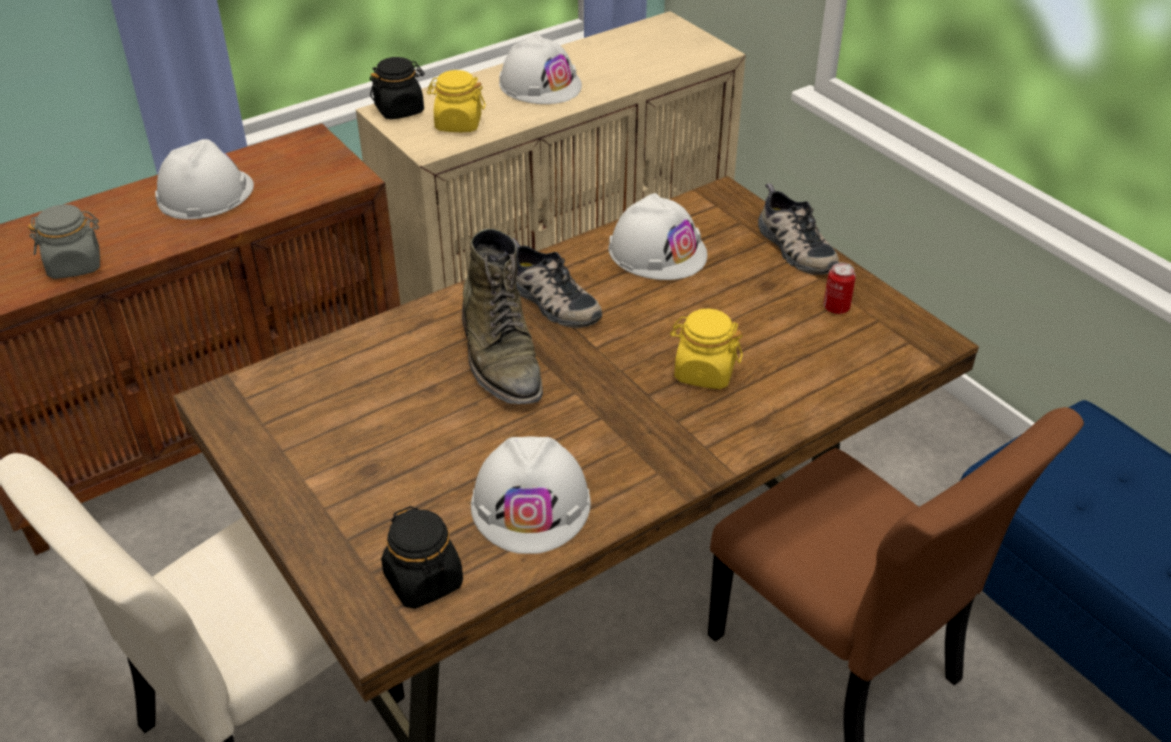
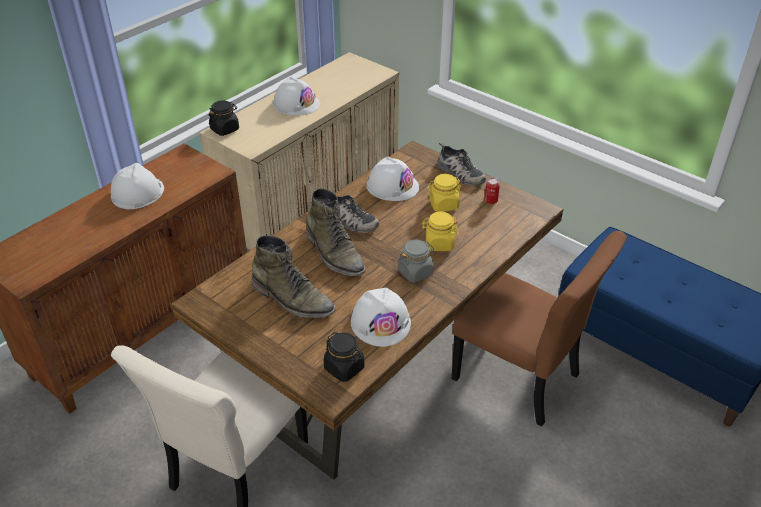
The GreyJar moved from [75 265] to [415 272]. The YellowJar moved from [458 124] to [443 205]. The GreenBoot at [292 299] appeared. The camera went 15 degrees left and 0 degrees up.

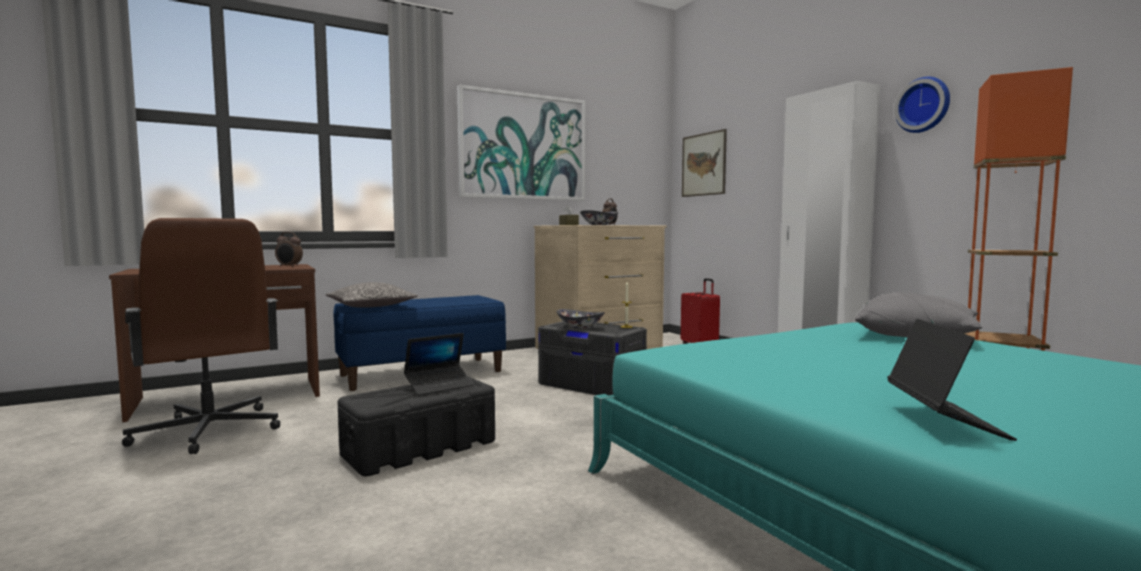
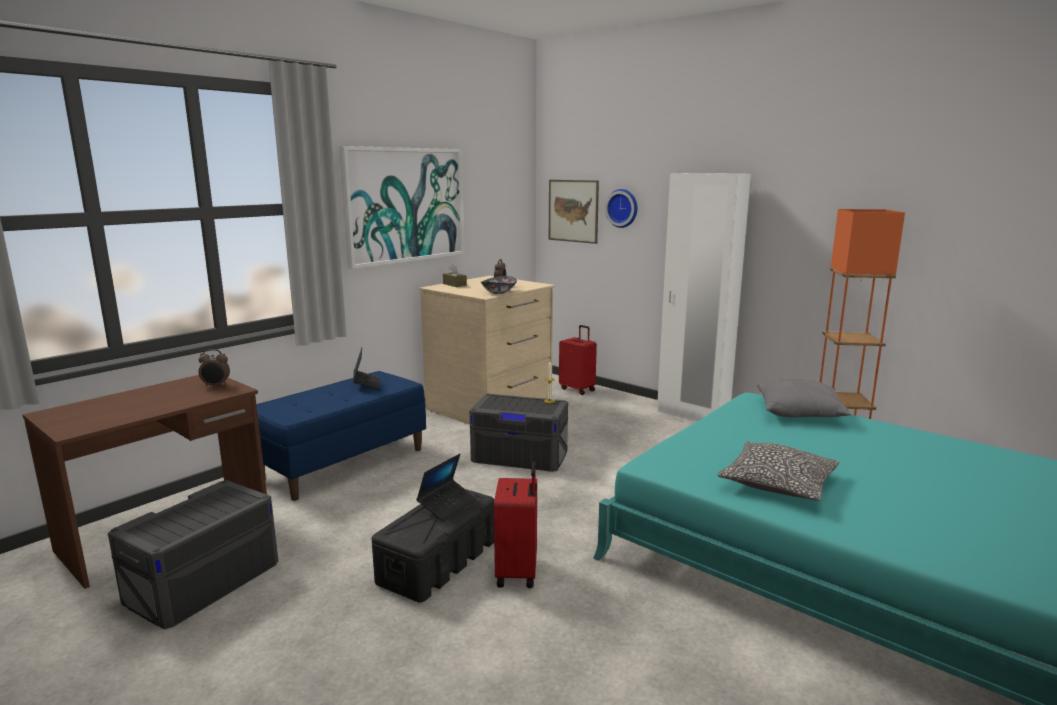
The BrownOfficeChair at [208 431] was replaced by the GreyStorageBox at [203 581]. The Pillow moved from [371 307] to [778 483]. The Bowl at [580 327] disappeared. The Laptop moved from [944 419] to [366 384]. The WallClock moved from [924 105] to [623 208]. The RedSuitcase at [518 572] appeared. The camera went 20 degrees left and 10 degrees up.

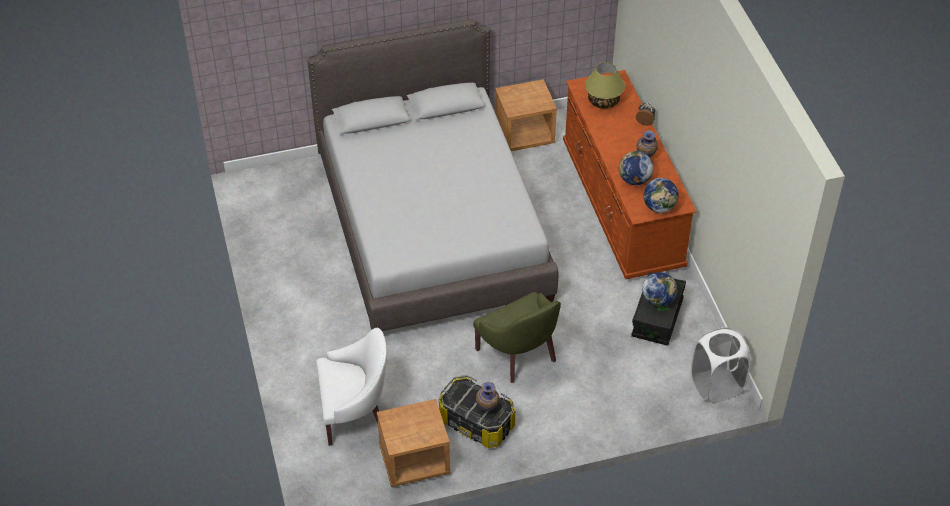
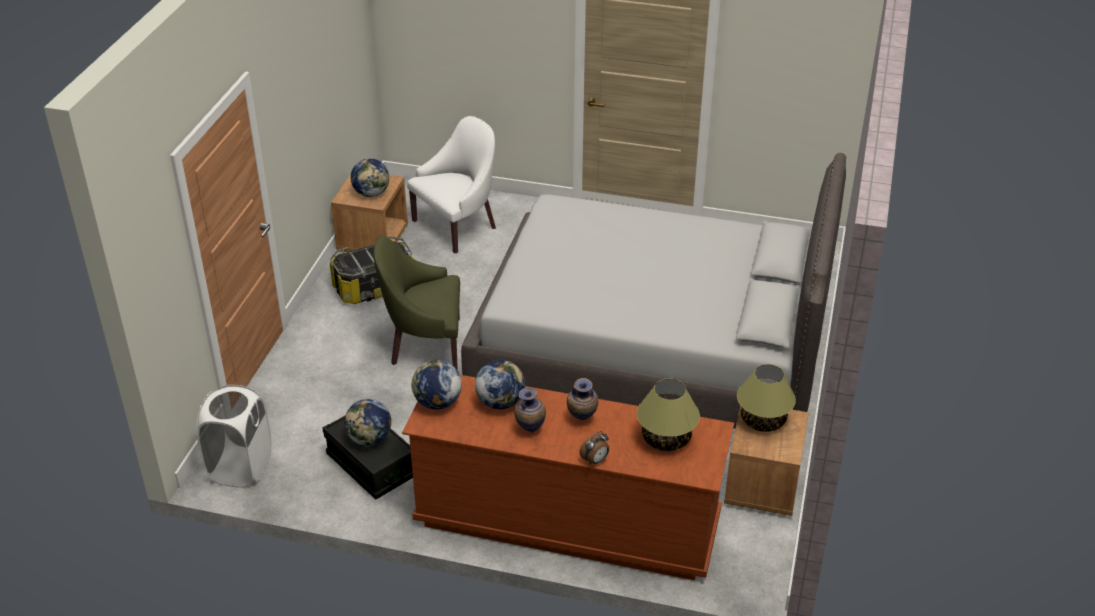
The WhiteArmchair at [354 412] turned 150 degrees counterclockwise. The Vase moved from [487 409] to [581 420]. The Globe at [371 193] appeared. The TableLamp at [763 421] appeared. The camera went 120 degrees right and 10 degrees down.

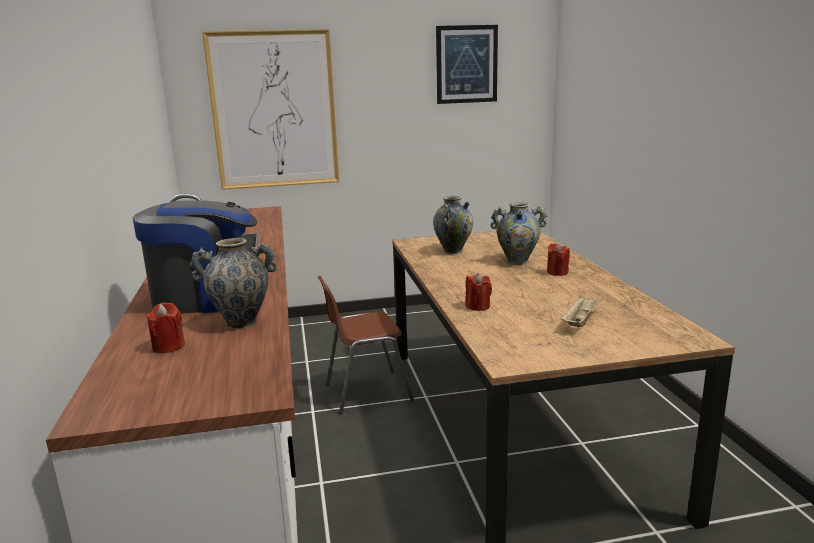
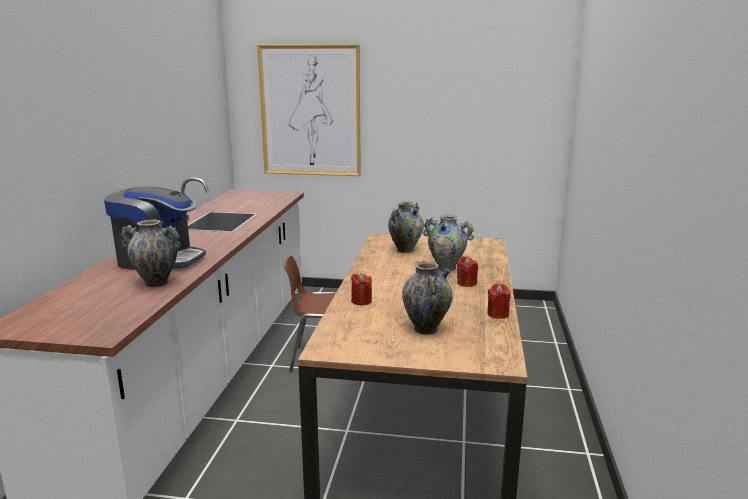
The RedCandle moved from [168 346] to [498 314]. The Picture at [466 64] disappeared. The BeigeTray at [580 321] was replaced by the Vase at [426 329]. The camera went 20 degrees right and 0 degrees up.

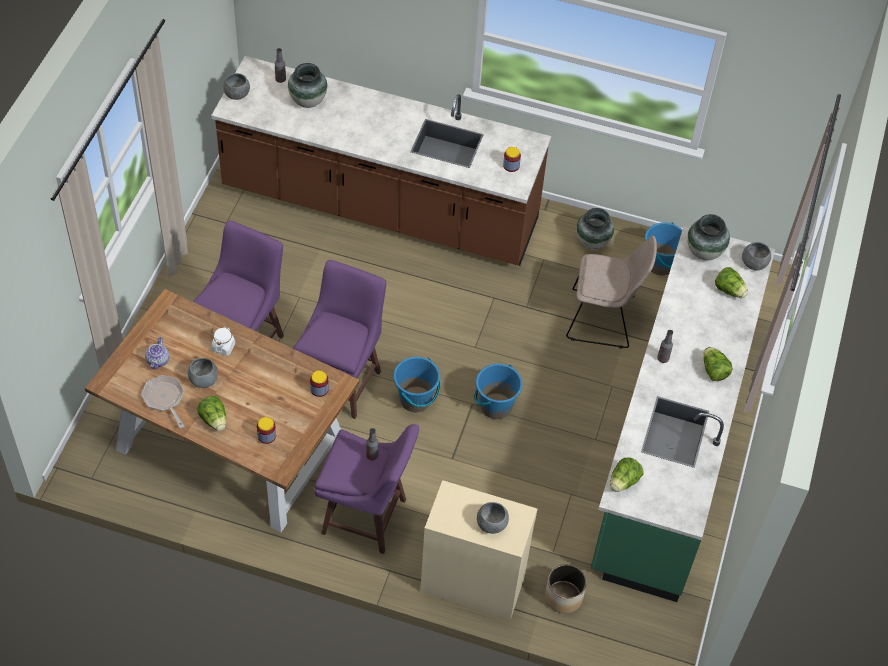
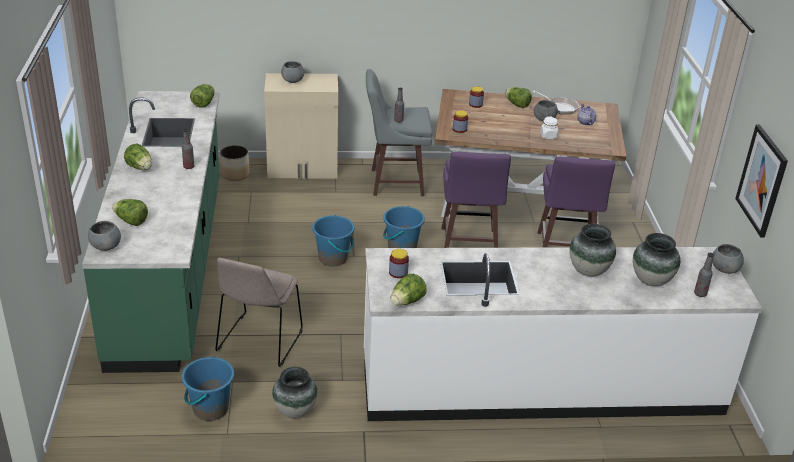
The BrownCounter at [380 206] became the WhiteCounter at [540 384]. The PurpleStool at [366 518] became the GreyStool at [395 182]. The BeigeChair at [603 319] turned 60 degrees counterclockwise. The Vase moved from [704 252] to [588 270]. The Lettuce at [407 302] appeared. The Picture at [762 180] appeared. The camera went 160 degrees right and 20 degrees down.

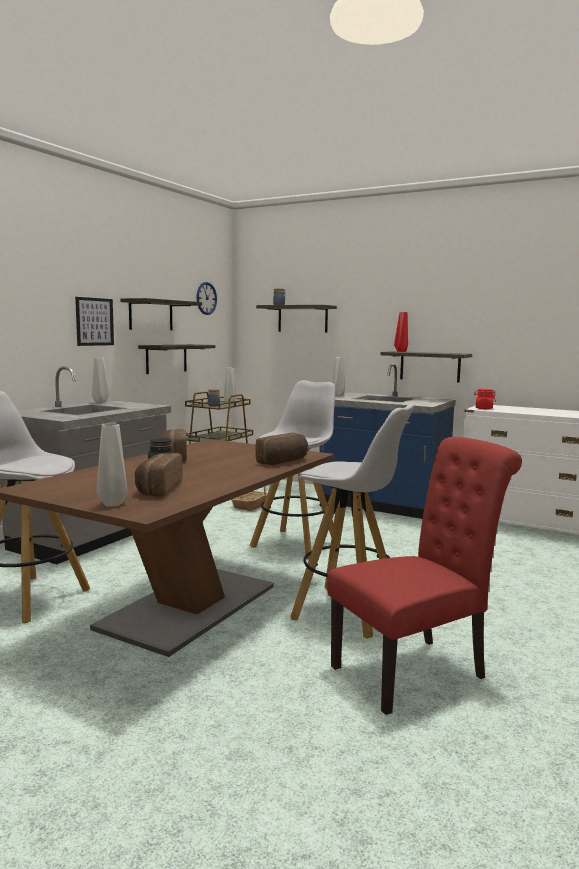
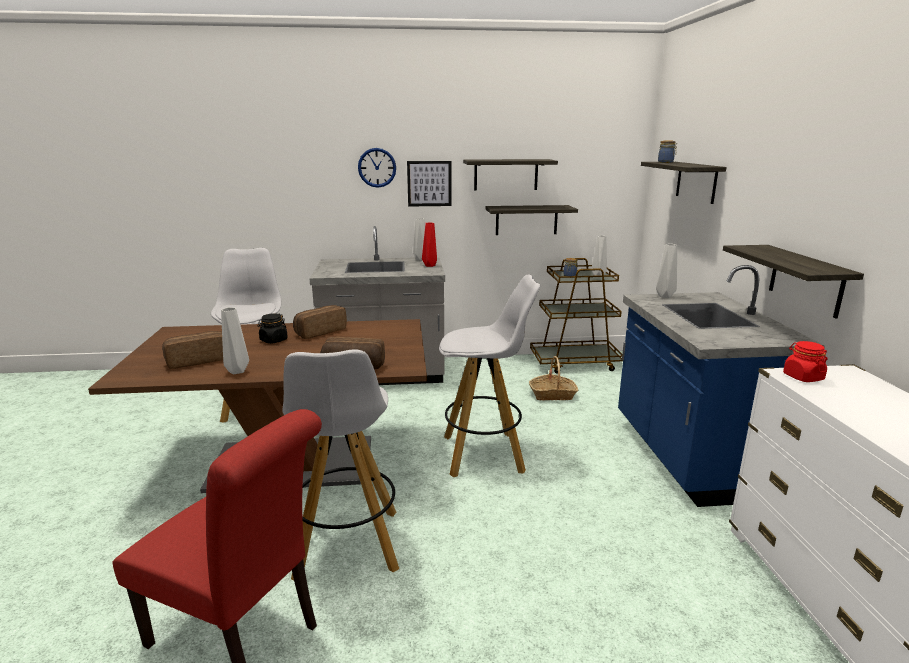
The GreyVase moved from [112 503] to [238 371]. The WallClock moved from [206 298] to [377 167]. The RedVase moved from [401 351] to [429 265]. The camera went 55 degrees right and 10 degrees up.

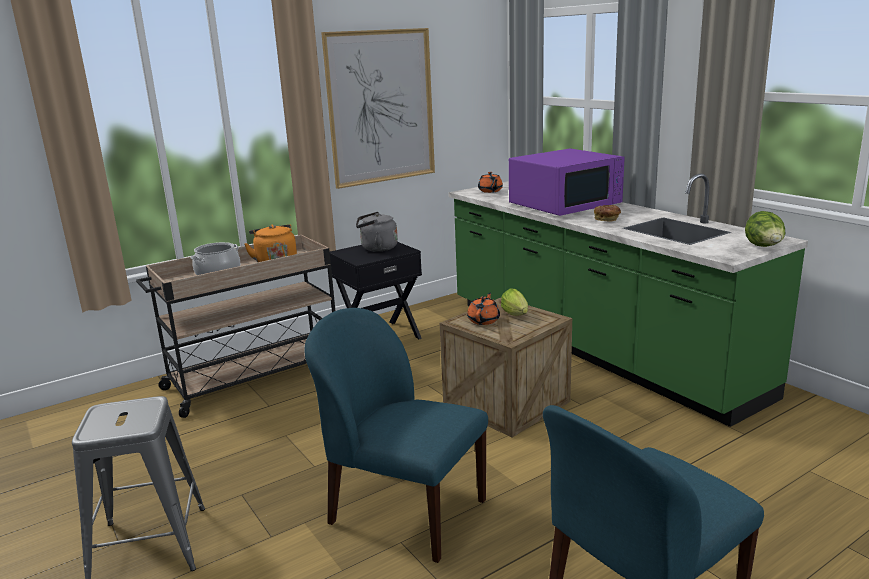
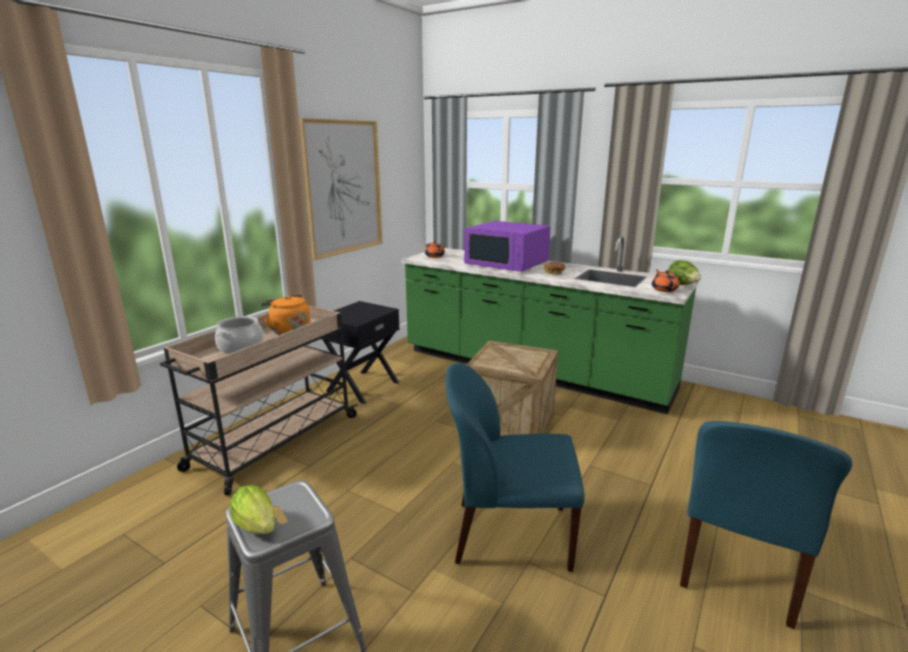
The GreyKettle at [376 248] disappeared. The OrangeTeapot moved from [484 320] to [664 289]. The Lettuce moved from [516 315] to [258 528]. The PurpleMicrowave at [565 204] turned 90 degrees clockwise. The camera went 25 degrees left and 0 degrees up.

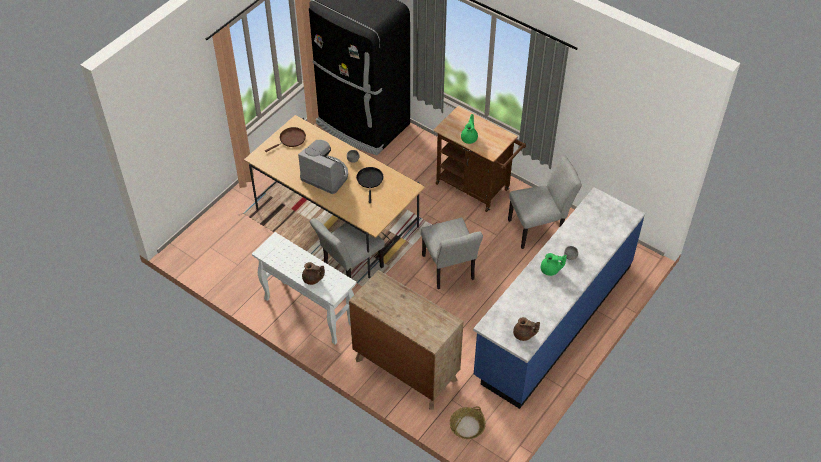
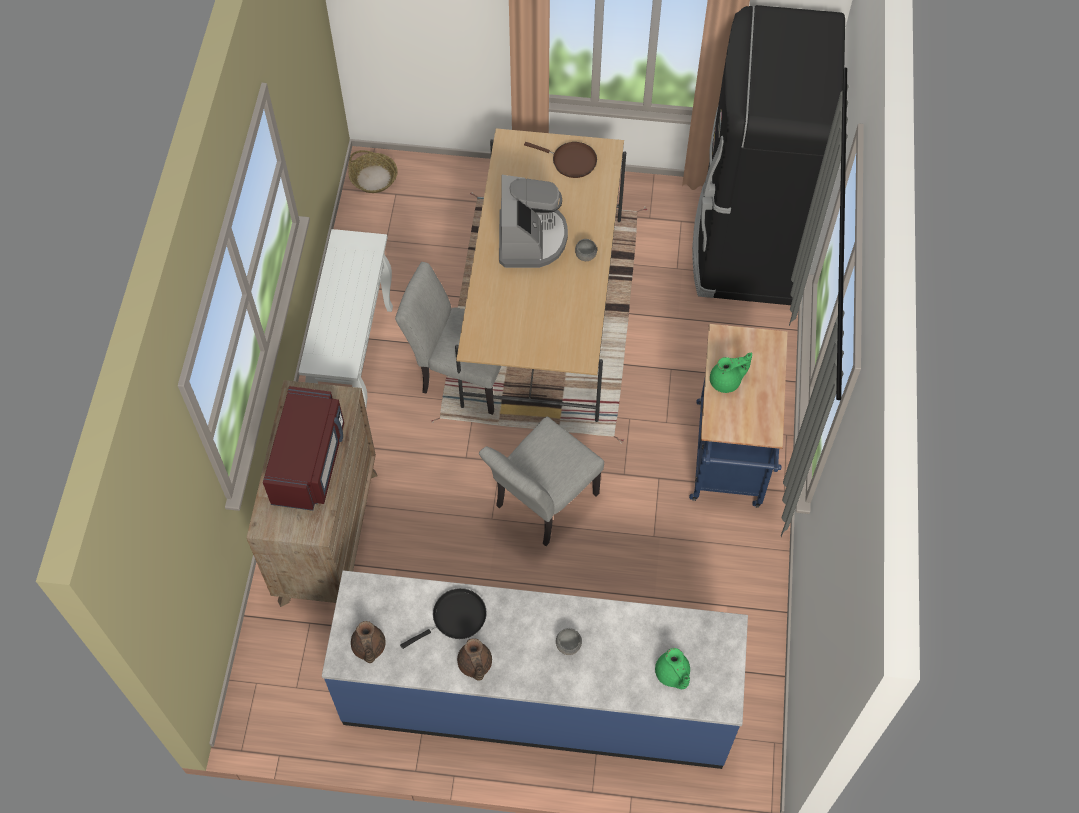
The BrownTeapot moved from [312 279] to [475 665]. The BlackFryingPan moved from [370 181] to [455 618]. The BrownCart at [476 188] became the BlueCart at [728 461]. The Basket moved from [467 426] to [374 178]. The GreyChair at [540 228] disappeared. The GreenTeapot moved from [550 270] to [672 674]. The RedMicrowave at [309 462] appeared. The camera went 60 degrees right and 10 degrees up.

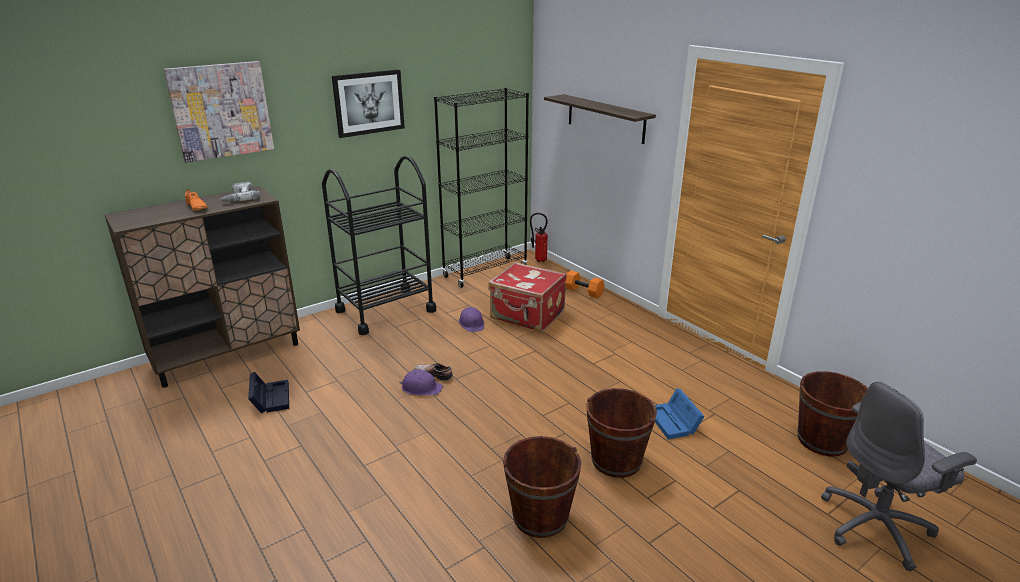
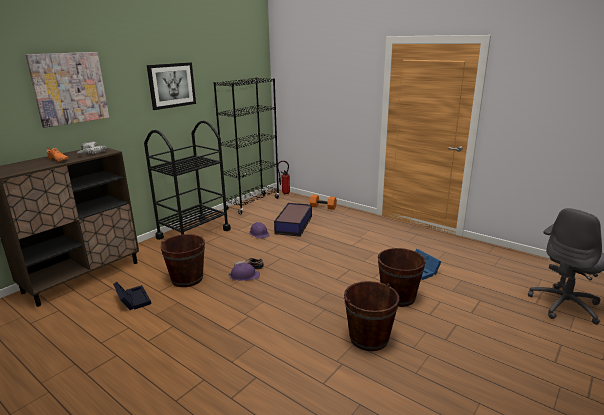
The RedSuitcase at [527 315] was replaced by the StorageBox at [294 224]. The Shelf at [605 118] disappeared. The BrownBucket moved from [822 440] to [187 279]. The camera went 15 degrees left and 5 degrees down.

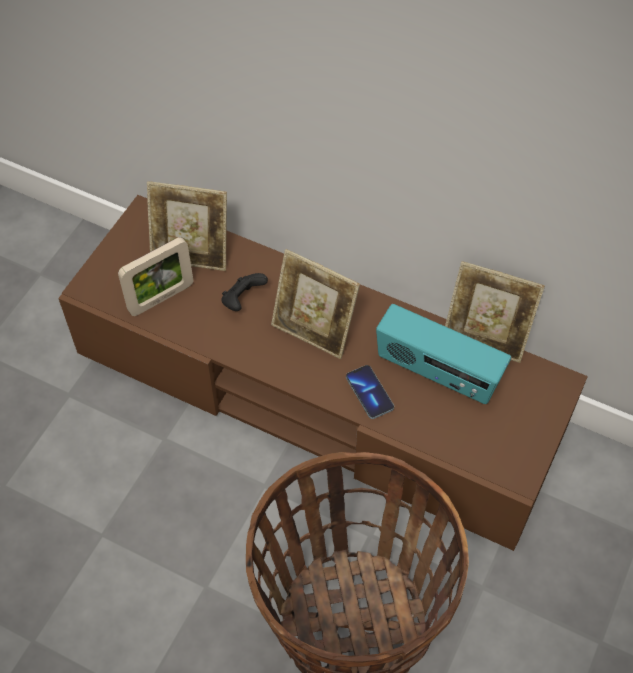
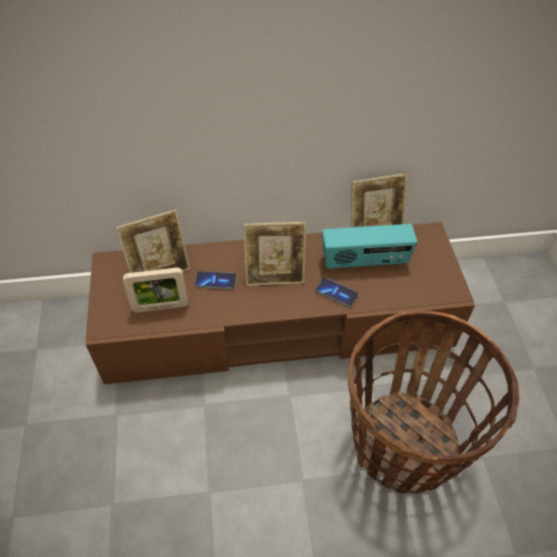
The PictureFrame at [161 298] turned 60 degrees clockwise. The BlackGameController at [243 300] was replaced by the Phone at [216 281]. The camera went 35 degrees left and 5 degrees down.

